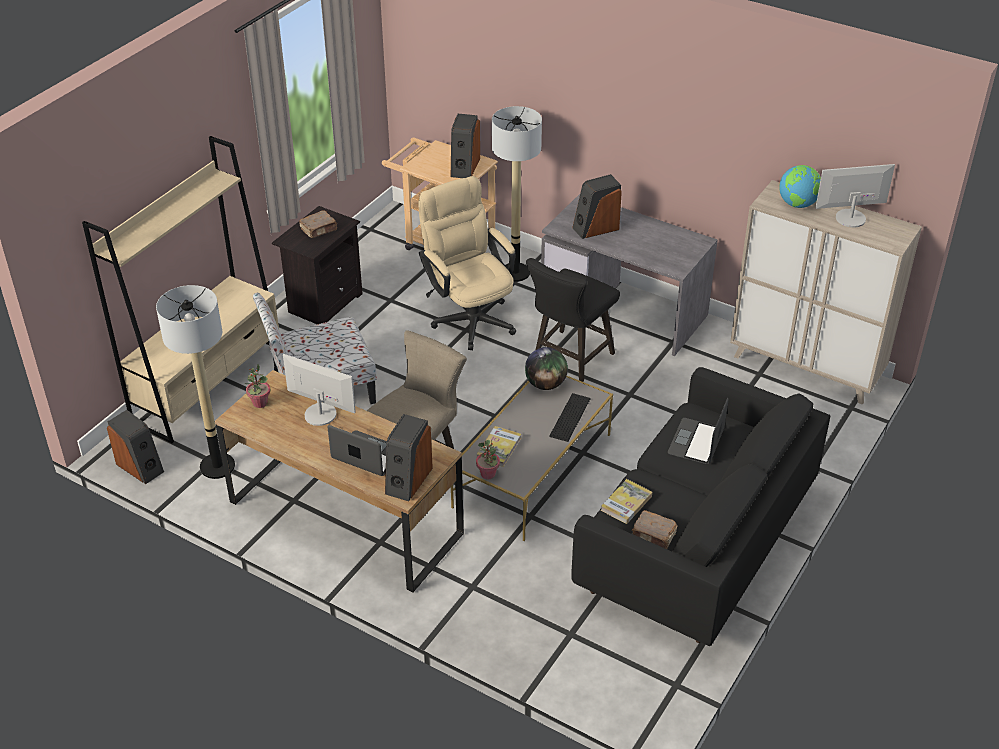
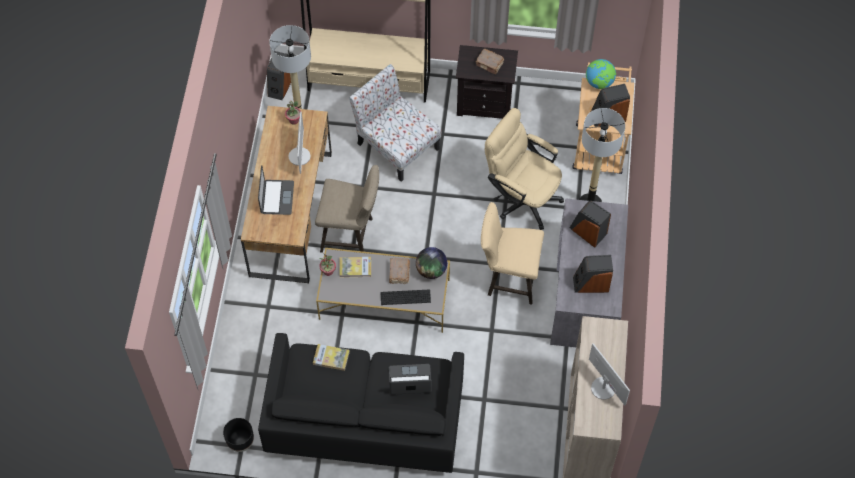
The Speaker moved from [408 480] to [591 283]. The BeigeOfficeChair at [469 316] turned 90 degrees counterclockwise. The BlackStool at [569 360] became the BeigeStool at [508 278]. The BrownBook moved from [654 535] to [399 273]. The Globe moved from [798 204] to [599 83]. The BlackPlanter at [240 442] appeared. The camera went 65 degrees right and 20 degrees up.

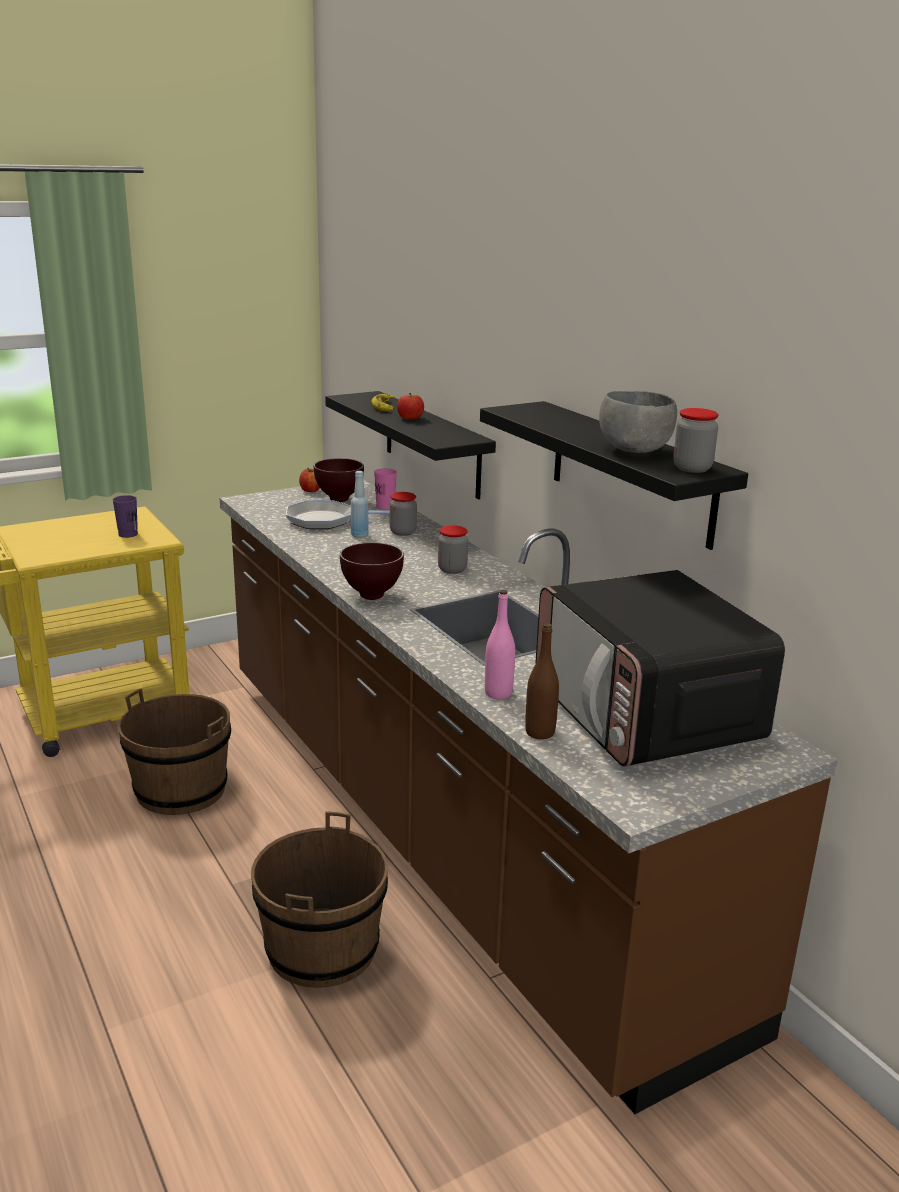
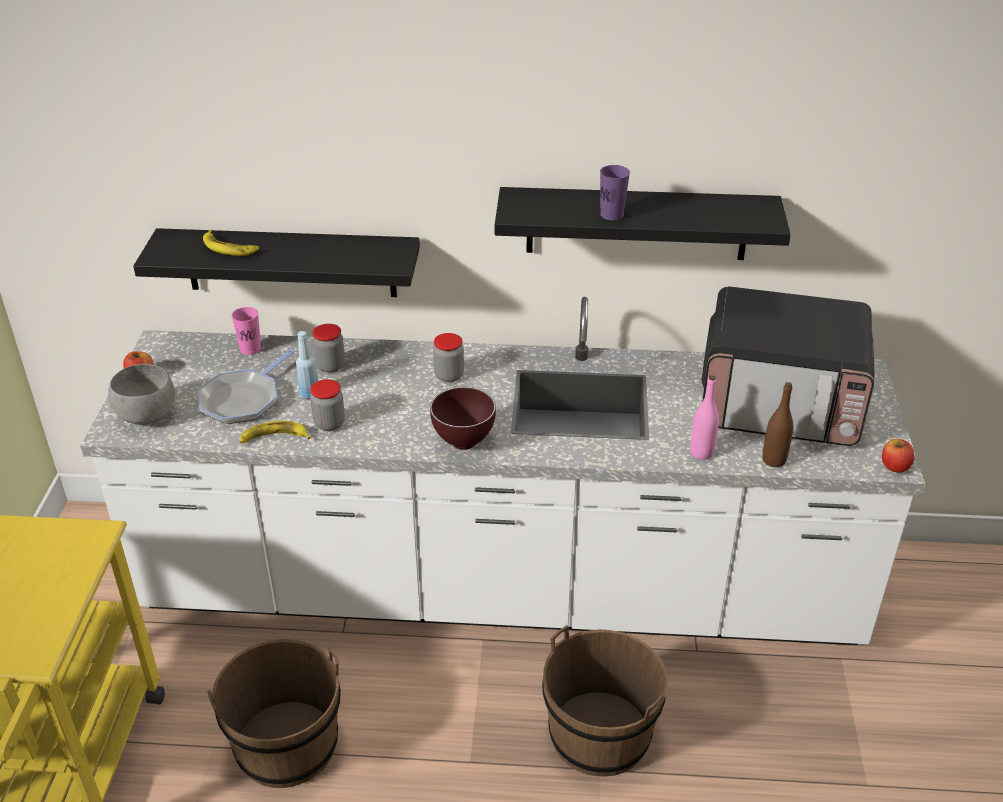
The PurpleCup moved from [128 534] to [612 215]. The BrownCounter at [443 825] became the WhiteCounter at [501 587]. The BrownBowl at [339 499] disappeared. The Apple moved from [410 418] to [894 466]. The GreyBowl moved from [634 450] to [146 415]. The Jar moved from [692 468] to [329 423]. The Banana at [274 438] appeared. The camera went 55 degrees left and 15 degrees up.

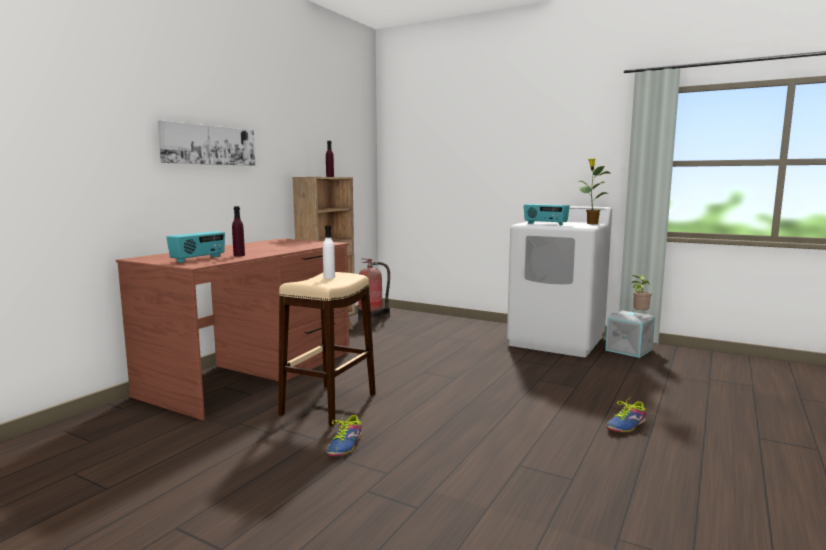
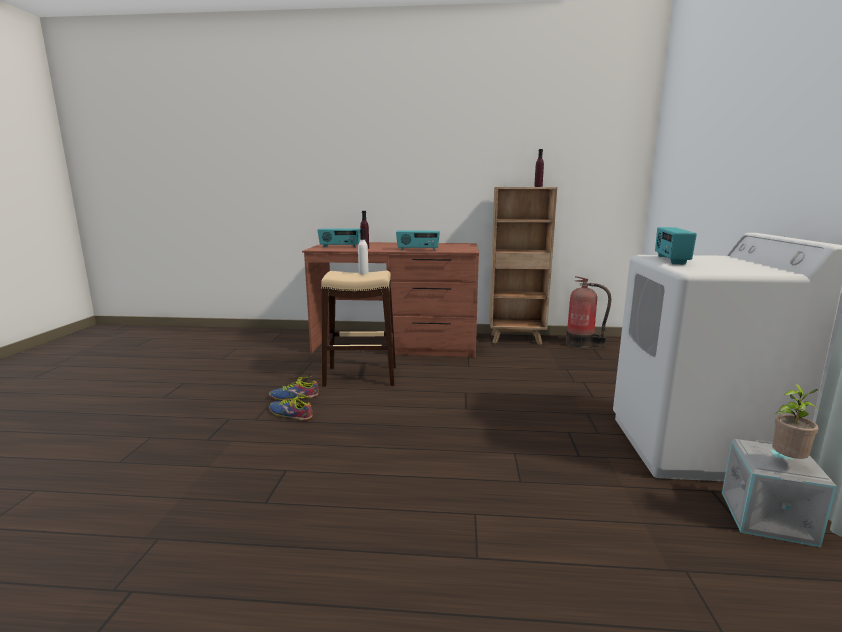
The Picture at [209 145] disappeared. The PottedPlant at [591 223] disappeared. The Shoe moved from [626 425] to [290 414]. The Radio at [418 250] appeared. The camera went 65 degrees right and 5 degrees up.

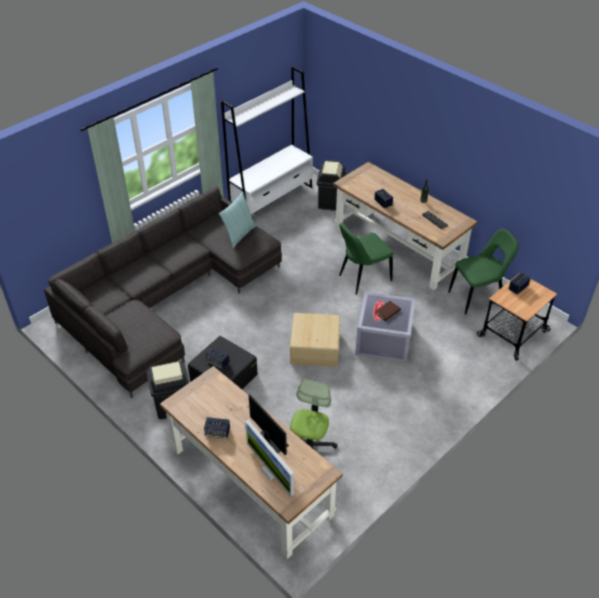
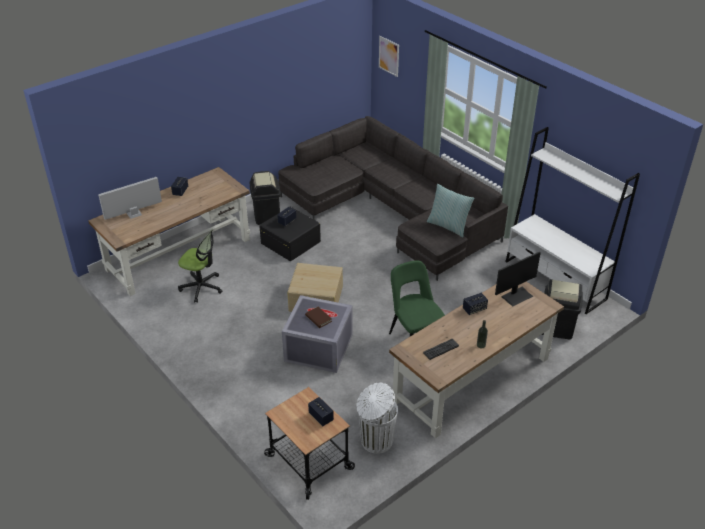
The Monitor moved from [271 440] to [517 296]. The GreenChair at [478 297] was replaced by the WhiteTrashCan at [375 441]. The Picture at [389 56] appeared. The camera went 95 degrees right and 5 degrees down.

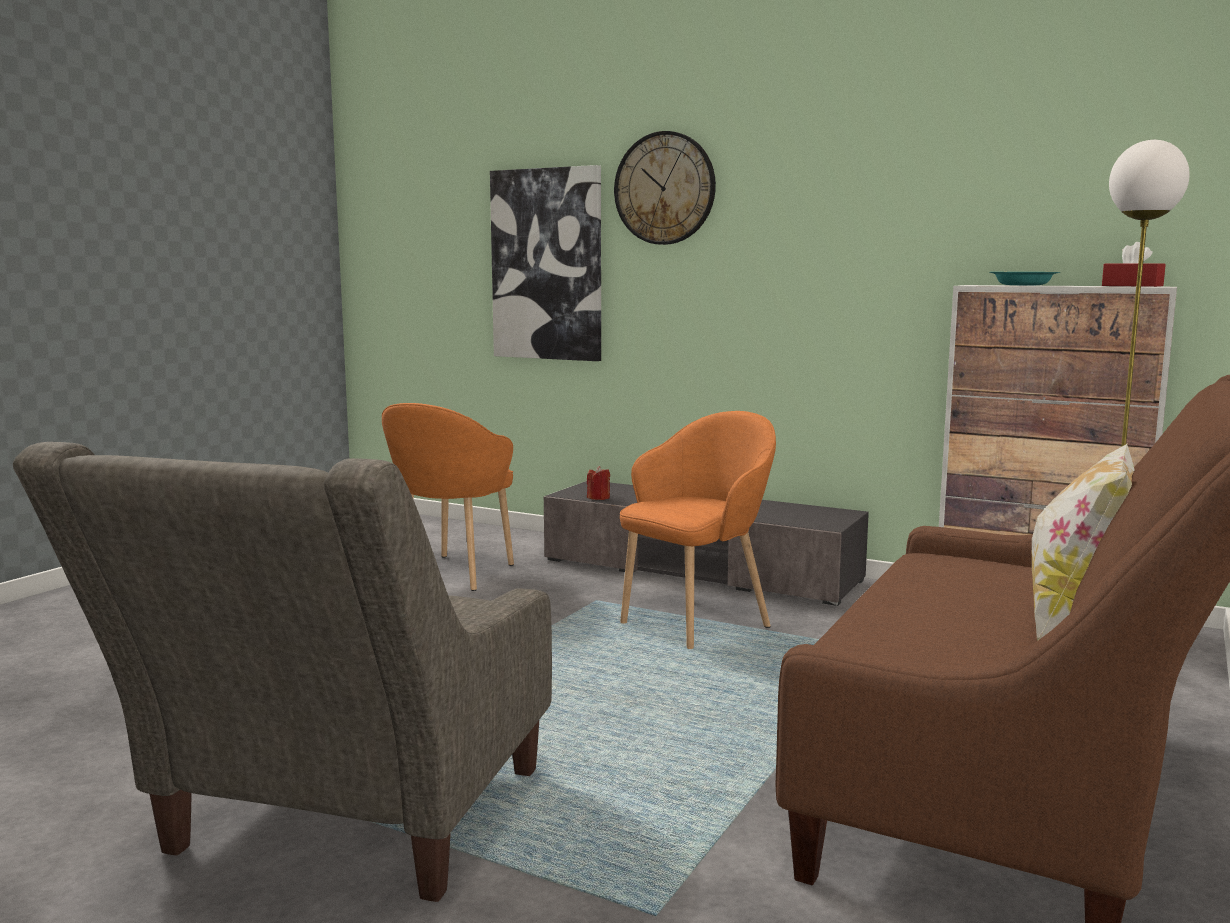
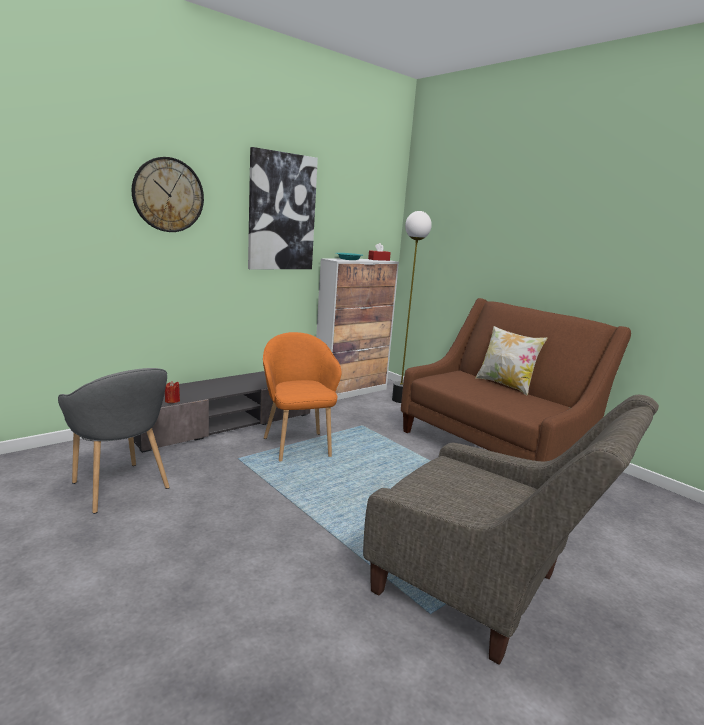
The OrangeArmchair at [452 573] became the GreyArmchair at [120 487]. The Picture moved from [547 265] to [281 212]. The camera went 70 degrees left and 5 degrees up.

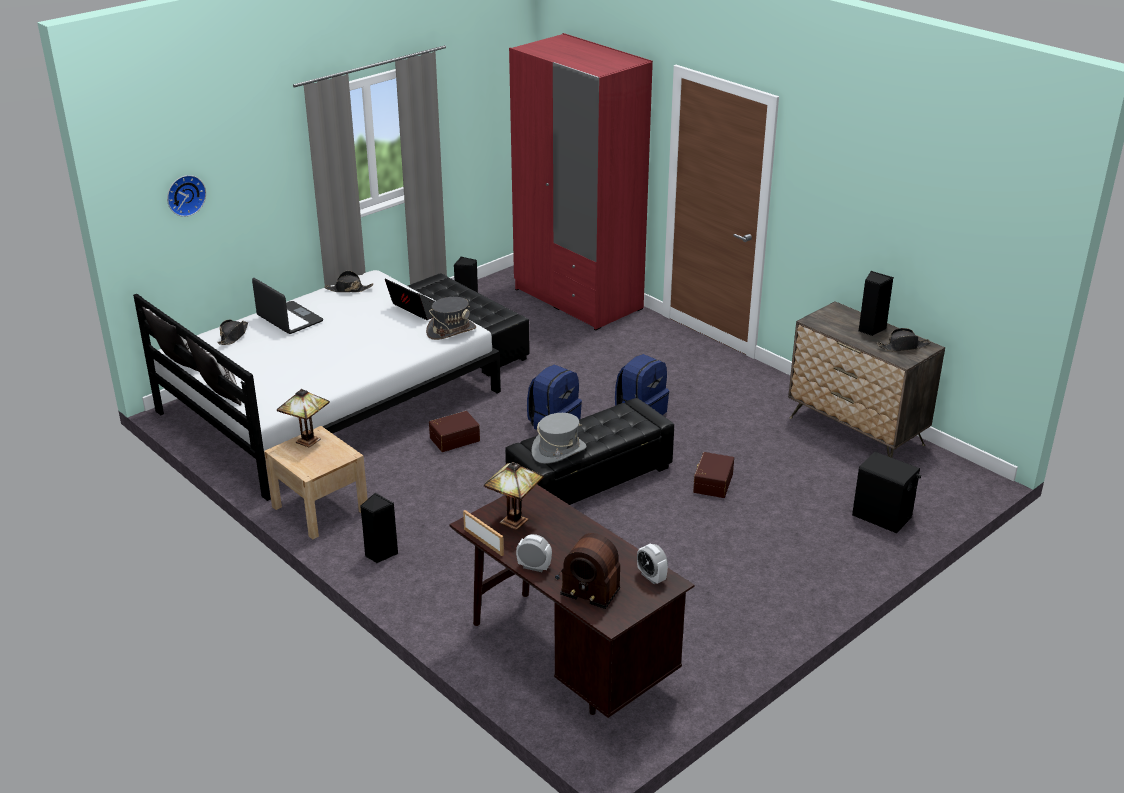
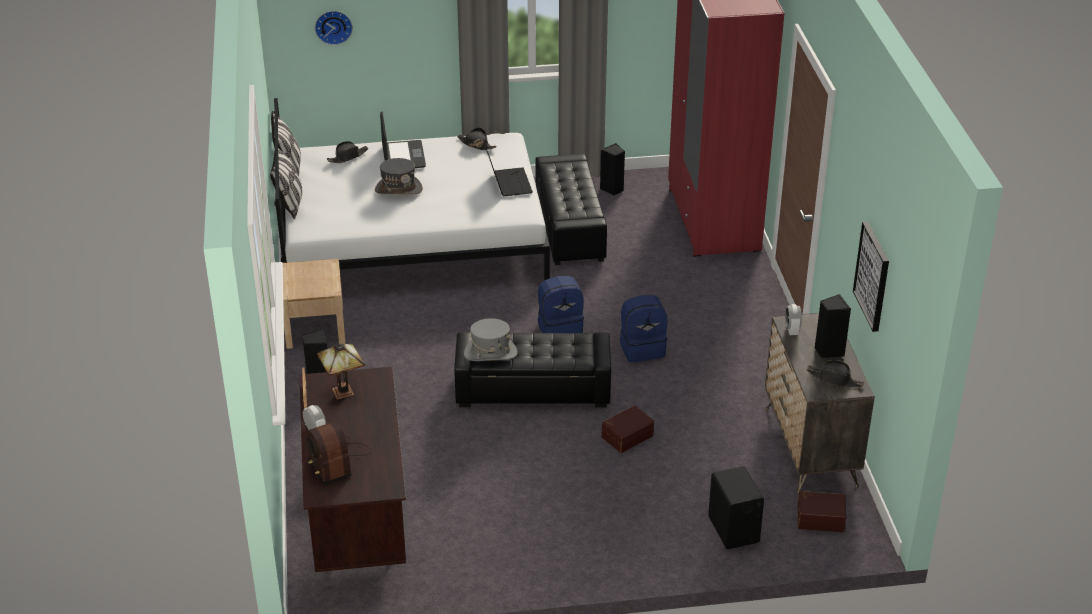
The TableLamp at [308 442] disappeared. The GreyHat moved from [451 331] to [398 189]. The BrownStorageBox moved from [454 438] to [820 518]. The AlarmClock moved from [651 577] to [792 330]. The Picture at [873 276] appeared. The camera went 35 degrees right and 5 degrees up.

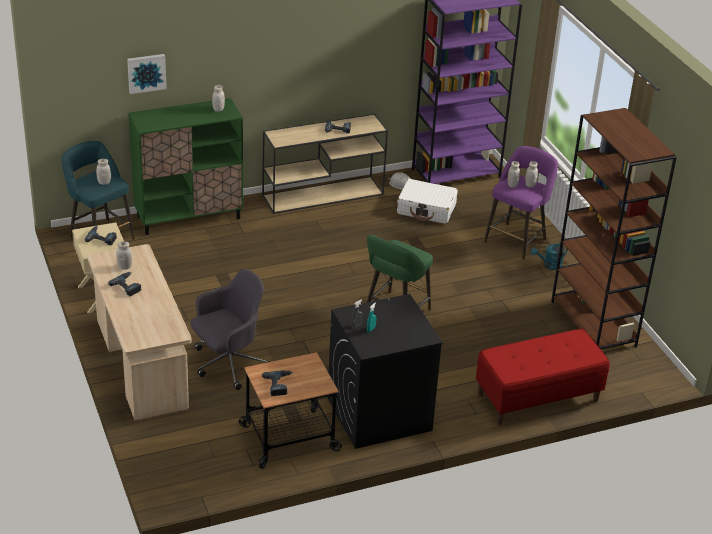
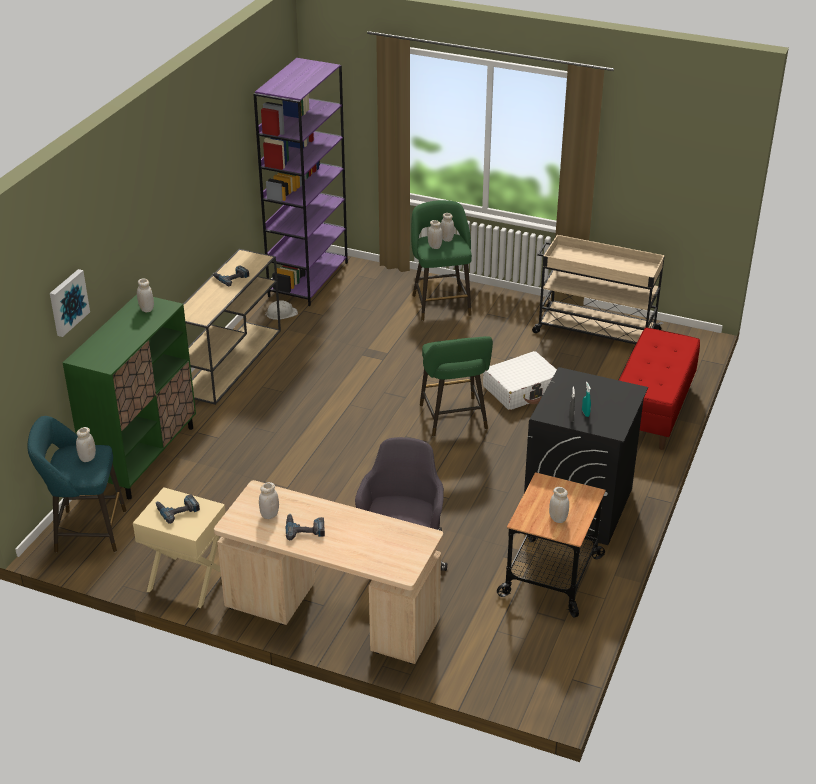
The PowerDrill at [279 384] was replaced by the WhiteJar at [558 519]. The WhiteSuitcase moved from [426 209] to [522 390]. The PurpleStool at [516 240] became the GreenStool at [440 303]. The TurquoiseWateringCan at [549 265] disappeared. The BrownBookcase at [594 324] was replaced by the BeigeCart at [594 332]. The camera went 45 degrees left and 0 degrees up.

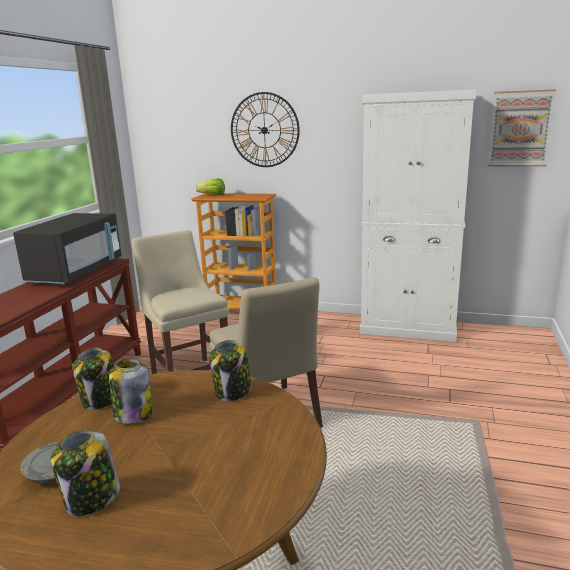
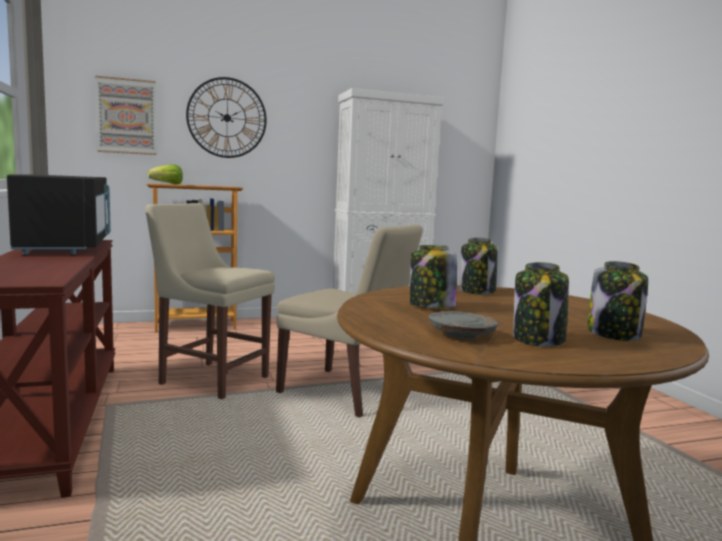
The Jar moved from [101 400] to [614 334]. The Picture moved from [520 129] to [126 116]. The camera went 35 degrees left and 10 degrees down.

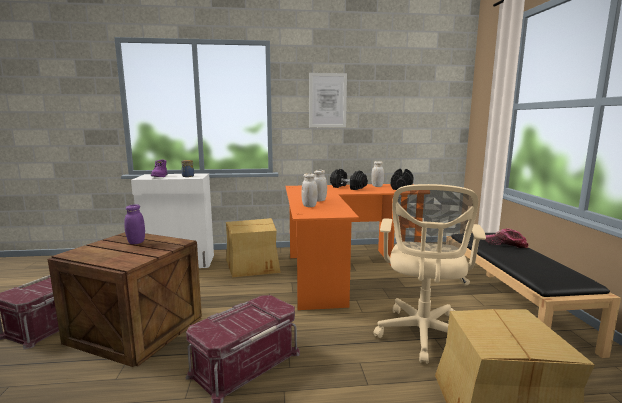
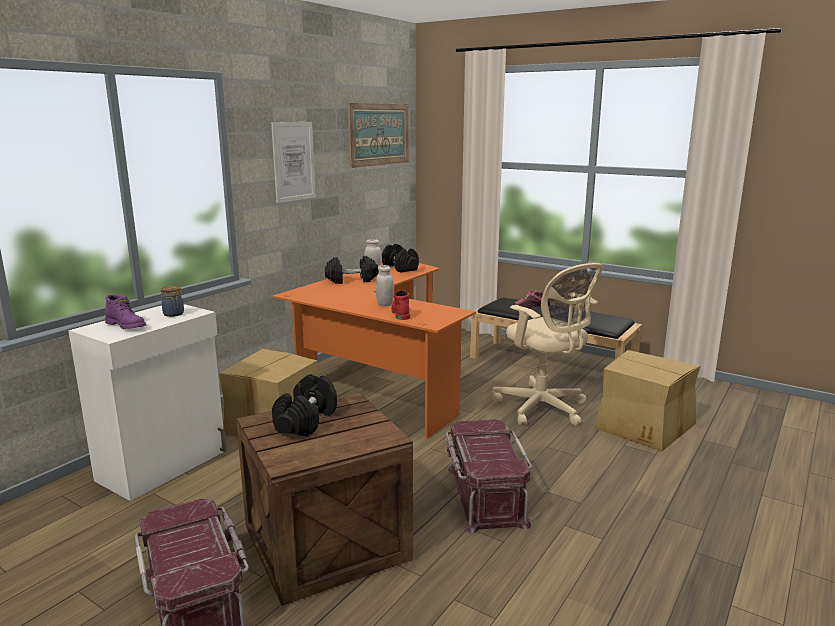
The PurpleJar at [136 242] was replaced by the BlackDumbbell at [306 421]. The WhiteJar at [309 206] was replaced by the RedBoot at [400 313]. The Picture at [379 134] appeared. The camera went 50 degrees left and 5 degrees up.

